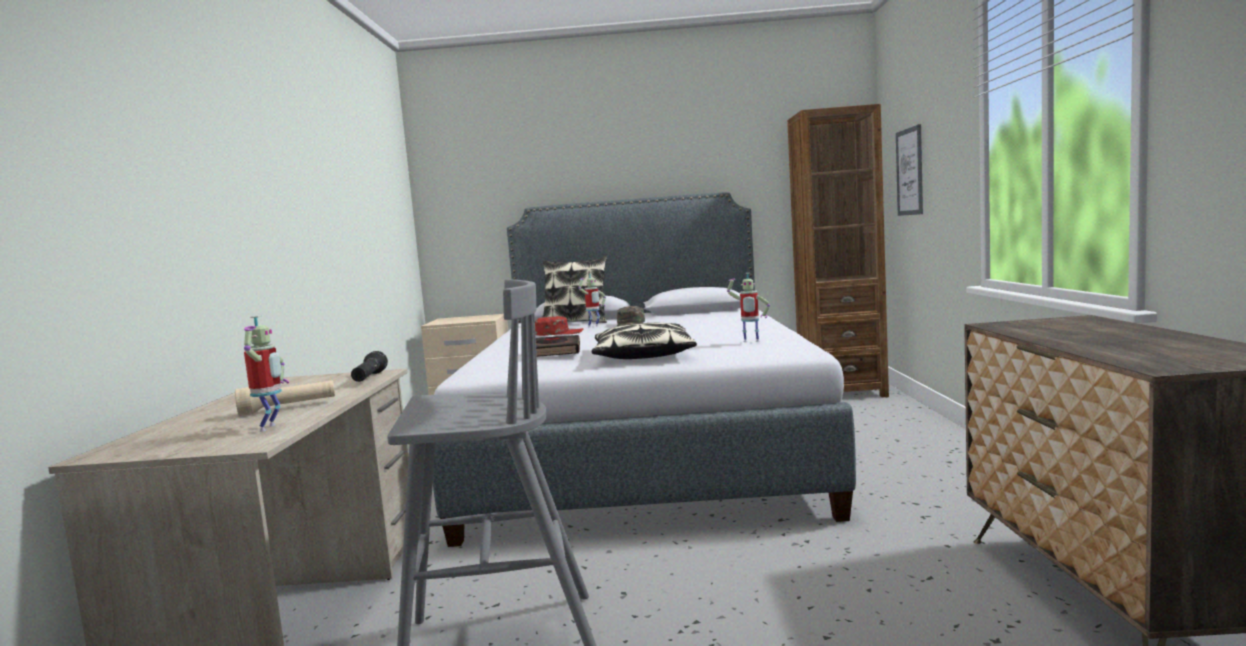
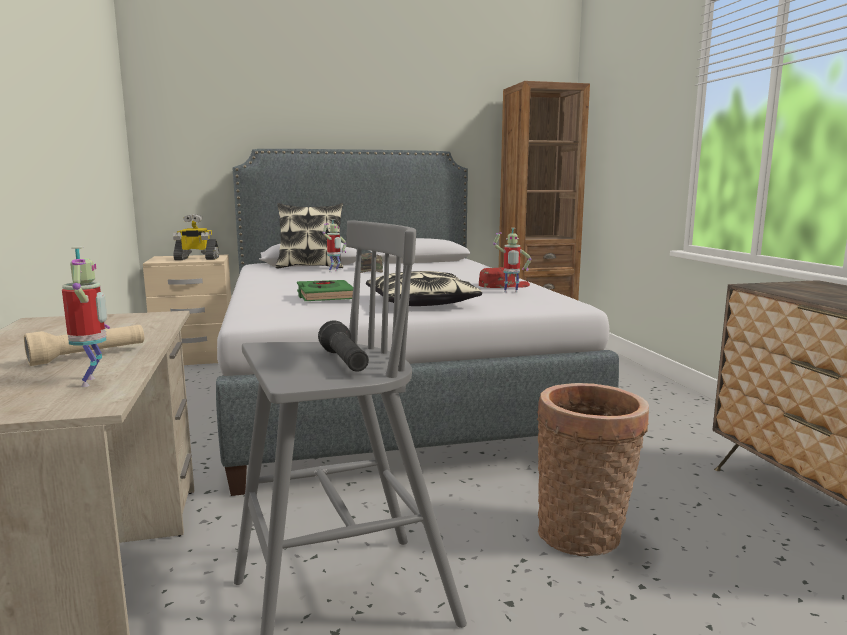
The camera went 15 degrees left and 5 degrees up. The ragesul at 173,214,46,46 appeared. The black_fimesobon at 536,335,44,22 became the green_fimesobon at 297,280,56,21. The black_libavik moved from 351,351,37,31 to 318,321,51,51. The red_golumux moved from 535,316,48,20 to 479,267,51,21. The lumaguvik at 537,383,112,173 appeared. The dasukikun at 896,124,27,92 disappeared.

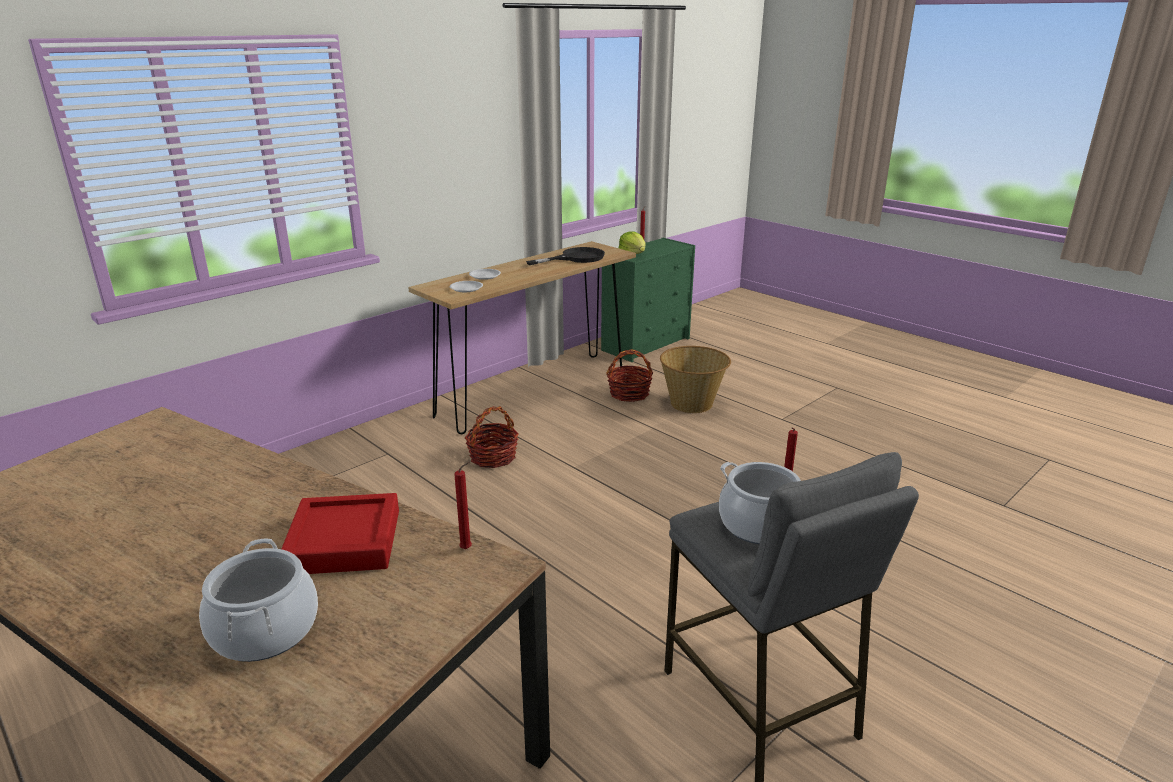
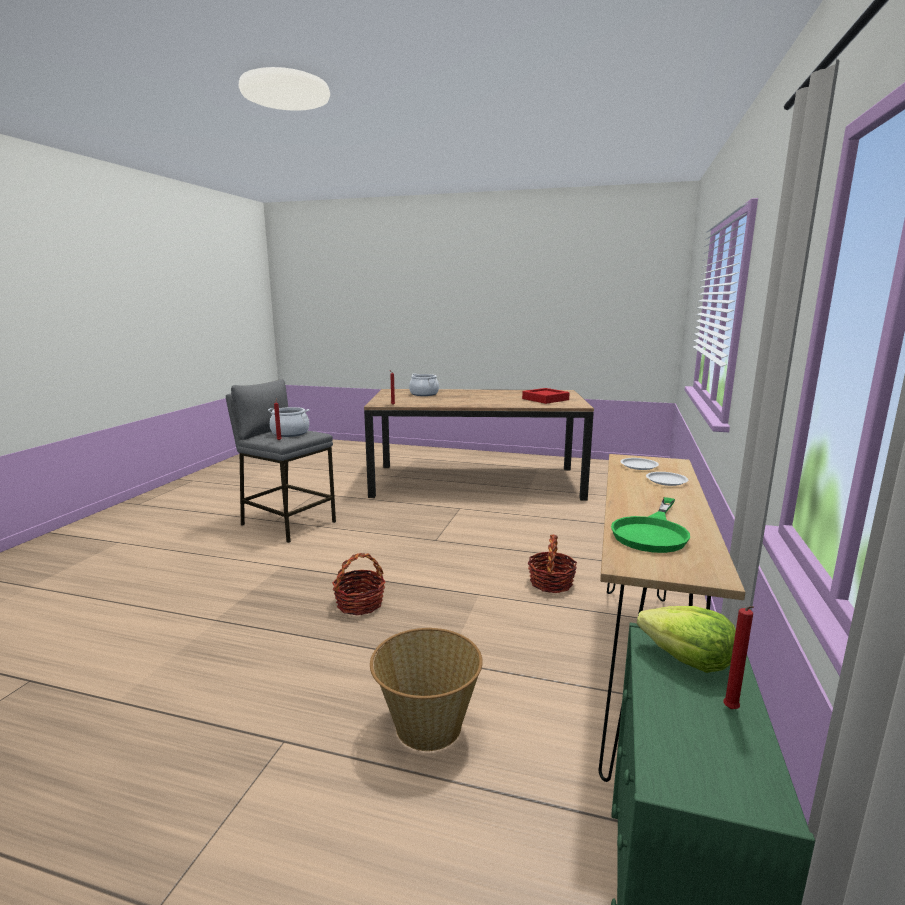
The camera went 150 degrees right and 10 degrees down. The lumaguvik moved from 606,349,47,53 to 332,553,54,62. The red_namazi moved from 281,493,118,81 to 522,388,48,16. The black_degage at 526,247,79,18 became the green_degage at 611,497,79,56.

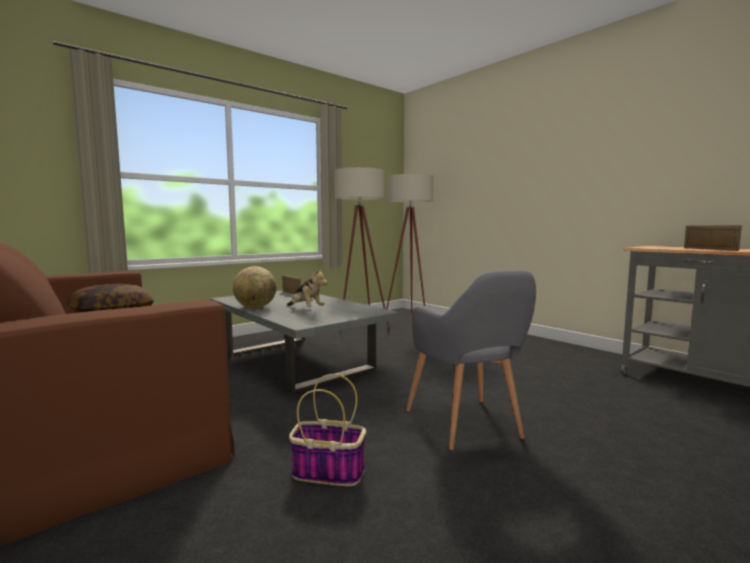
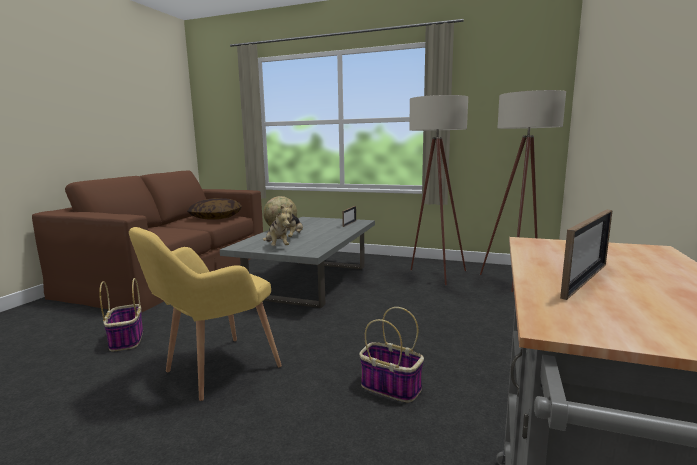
The camera went 60 degrees right and 5 degrees up. The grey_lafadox at 406,270,130,181 became the yellow_lafadox at 129,227,153,174. The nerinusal at 263,210,27,36 appeared. The lumaguvik at 359,307,65,95 appeared.

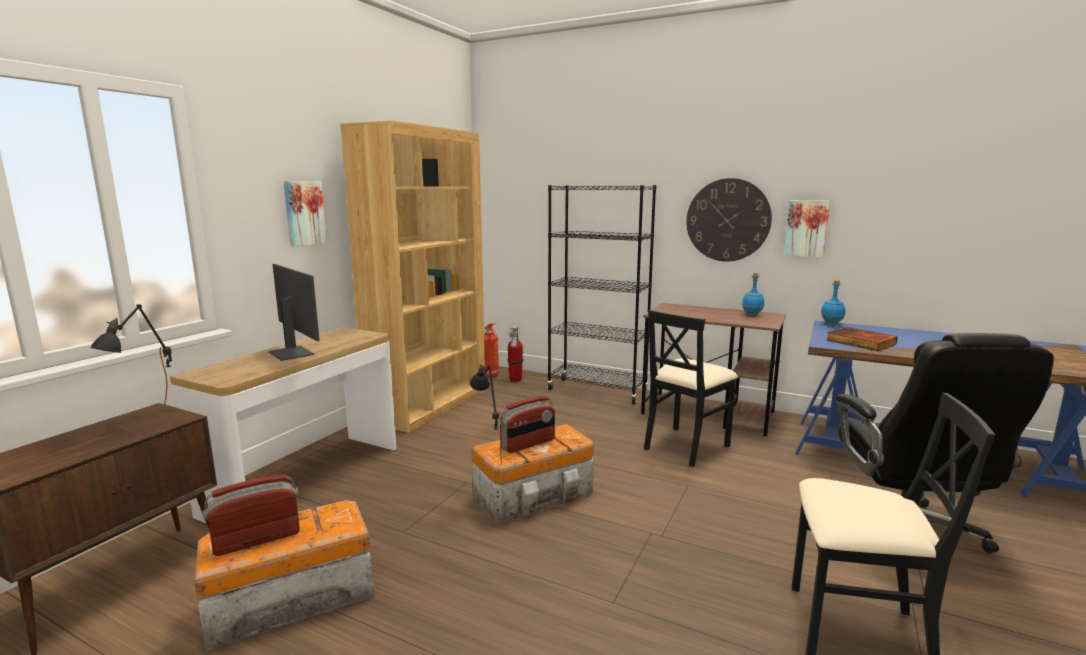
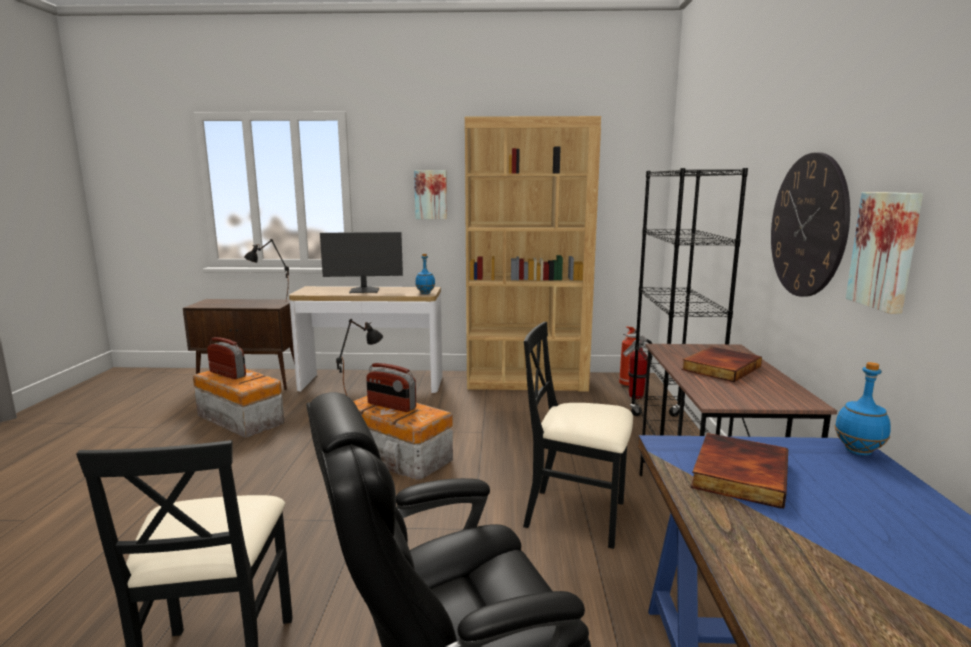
The camera went 65 degrees right and 0 degrees up. The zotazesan at 268,264,52,97 turned 60 degrees clockwise. The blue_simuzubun moved from 742,273,22,43 to 415,254,20,40. The fimesobon at 681,346,81,36 appeared.

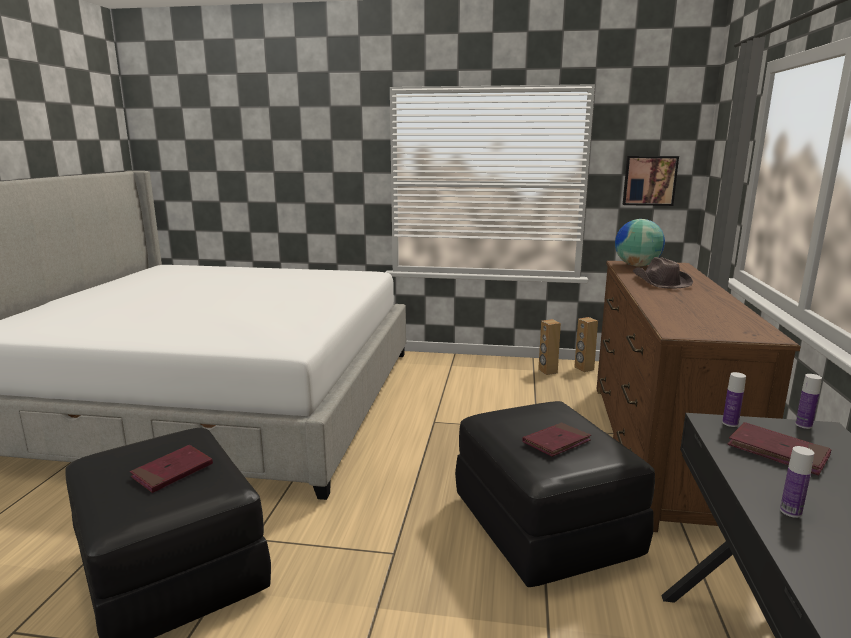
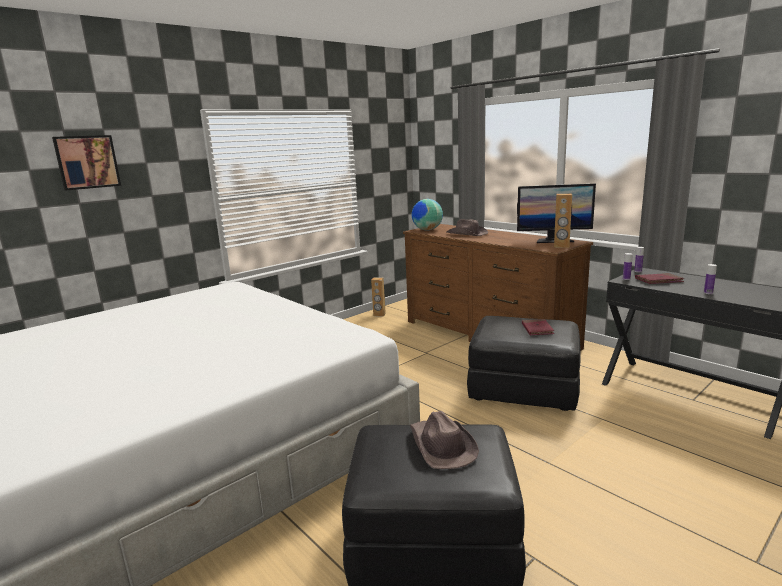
The camera went 50 degrees left and 0 degrees up. The dasukikun moved from 623,156,56,50 to 52,135,69,55. The red_fimesobon at 130,445,83,48 was replaced by the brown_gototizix at 410,411,69,58. The zotazesan at 517,184,79,59 appeared. The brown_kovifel moved from 538,319,23,56 to 554,193,18,55.

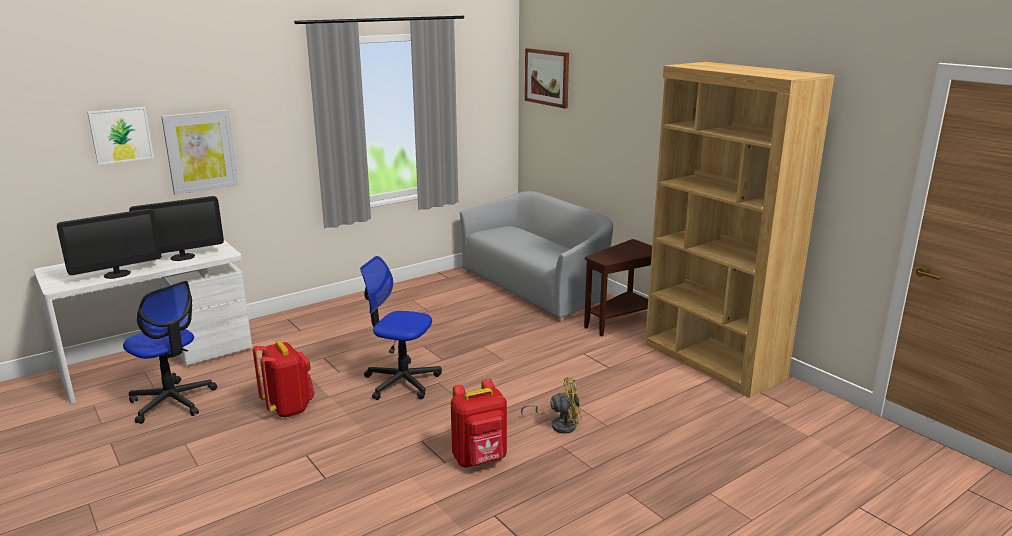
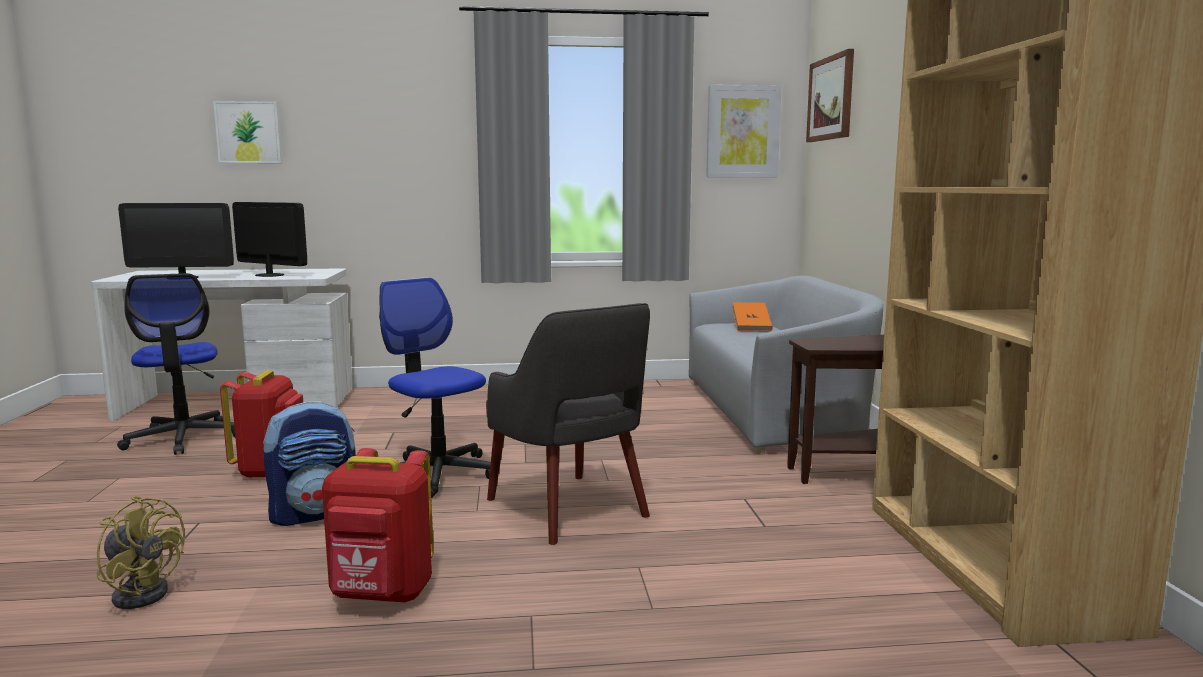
The camera went 30 degrees right and 10 degrees down. The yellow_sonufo moved from 521,377,61,57 to 97,496,88,113. The zotazesan at 129,196,95,65 turned 150 degrees counterclockwise. The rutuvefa at 263,401,93,125 appeared. The grey_lafadox at 486,303,164,242 appeared. The dasukikun moved from 161,110,77,85 to 706,85,75,92. The orange_fimesobon at 732,302,41,30 appeared.

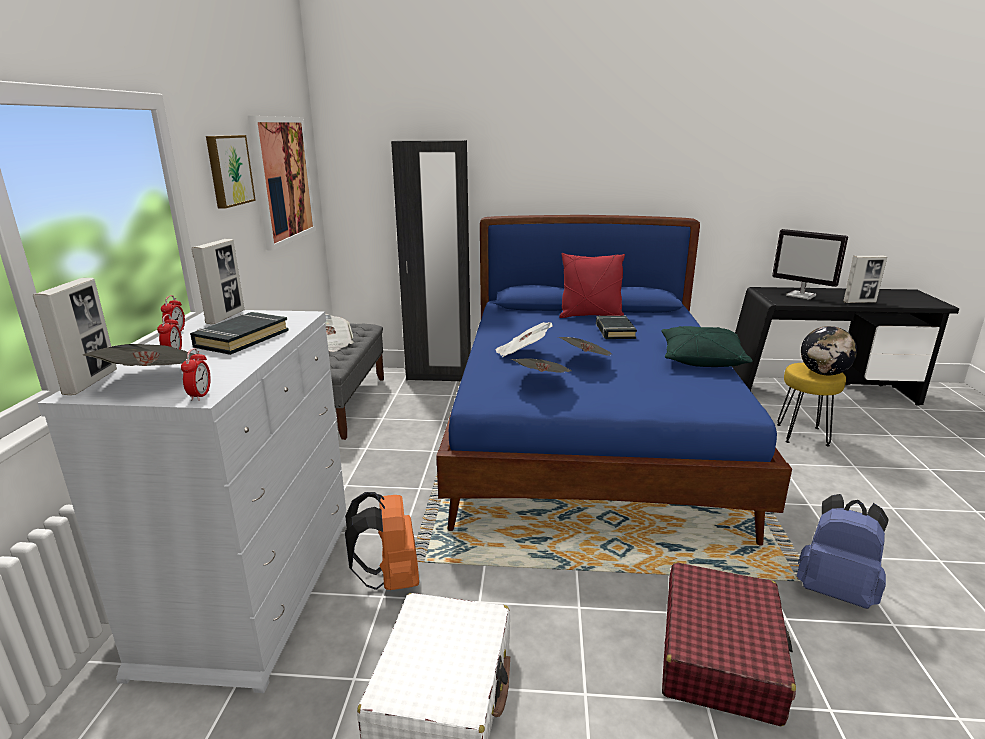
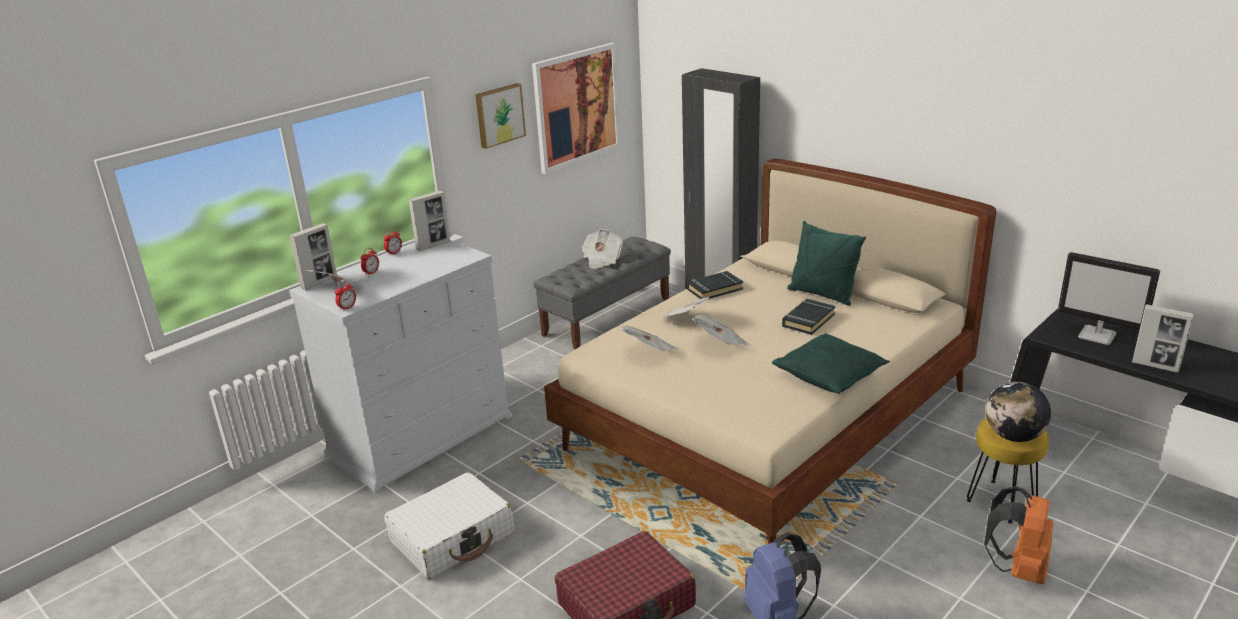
The camera went 40 degrees right and 5 degrees up. The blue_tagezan at 436,215,356,330 became the beige_tagezan at 544,158,452,386. The black_fimesobon moved from 190,312,99,43 to 687,271,56,28. The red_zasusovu at 559,253,66,65 became the green_zasusovu at 787,221,79,85. The orange_rutuvefa moved from 345,492,74,98 to 984,486,70,98. The zotazesan at 772,229,76,70 turned 45 degrees counterclockwise.

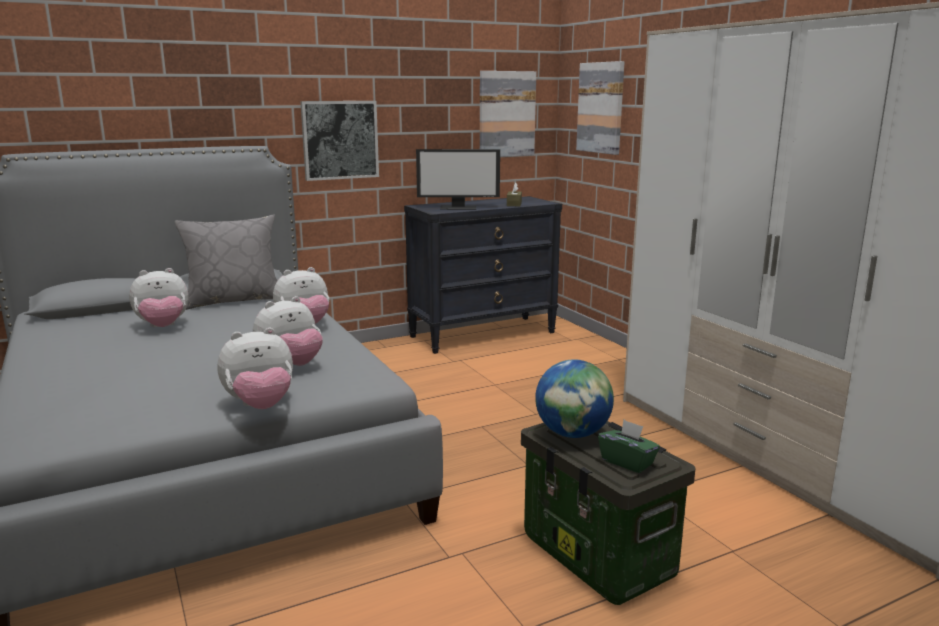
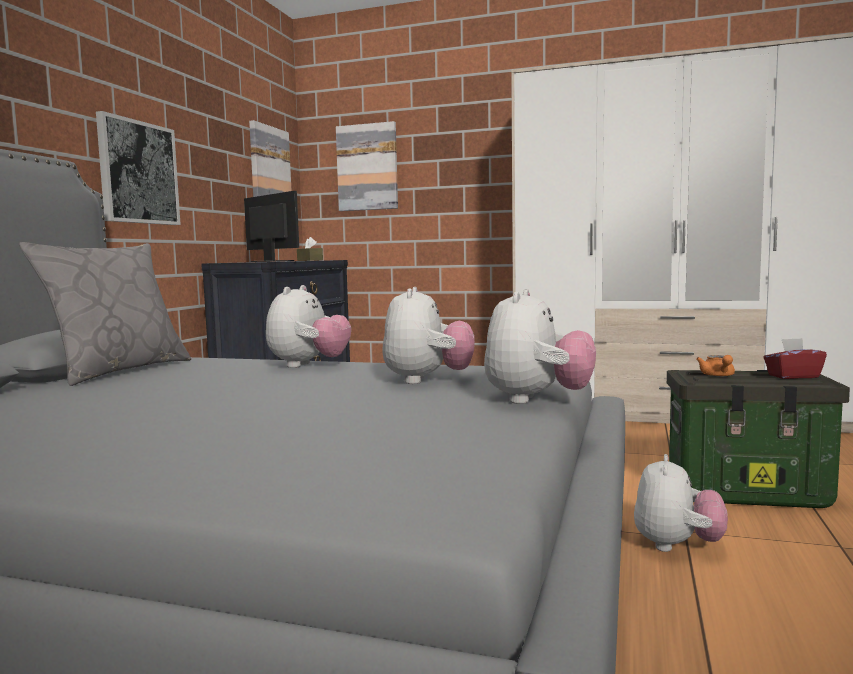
The camera went 45 degrees left and 10 degrees down. The zotazesan at 416,149,84,61 turned 90 degrees counterclockwise. The nerinusal moved from 129,268,59,59 to 634,454,94,98. The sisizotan at 535,359,79,79 was replaced by the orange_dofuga at 696,355,39,22. The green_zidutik at 598,420,62,53 became the red_zidutik at 763,338,64,41.

